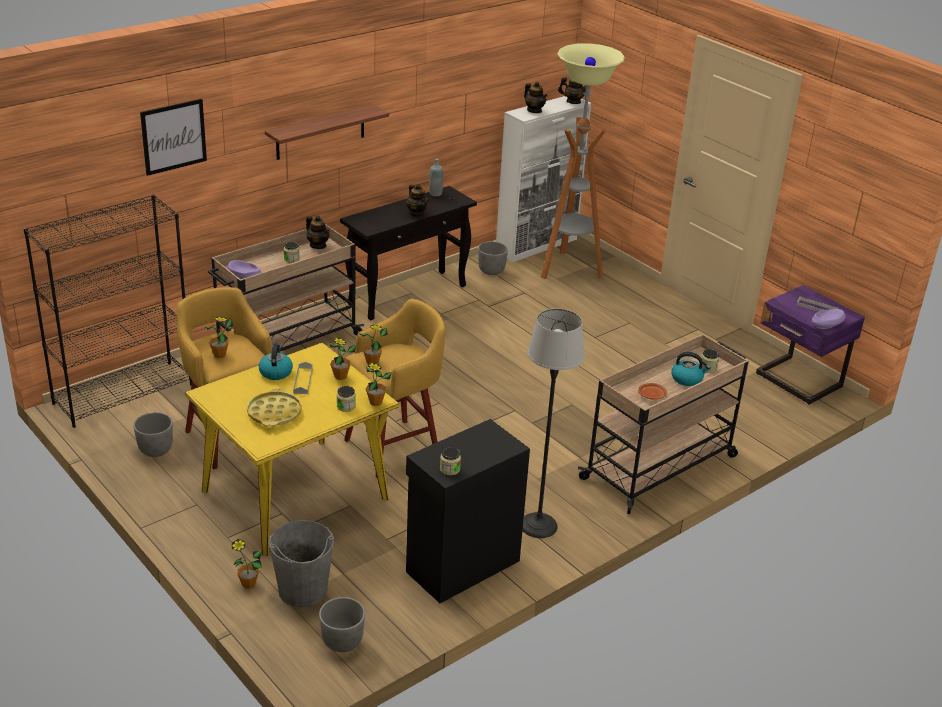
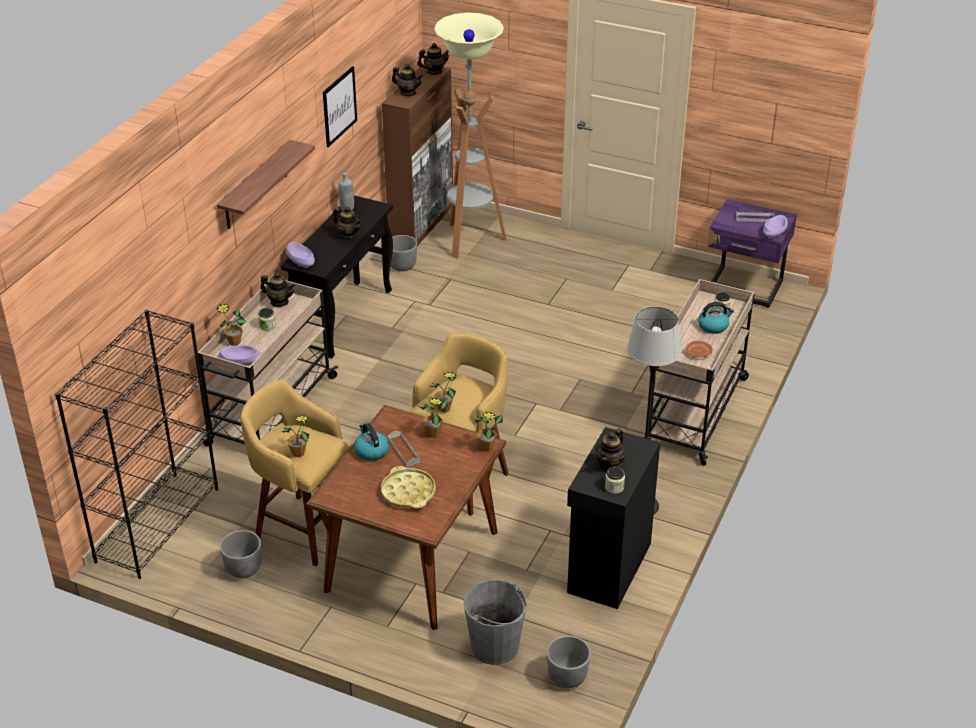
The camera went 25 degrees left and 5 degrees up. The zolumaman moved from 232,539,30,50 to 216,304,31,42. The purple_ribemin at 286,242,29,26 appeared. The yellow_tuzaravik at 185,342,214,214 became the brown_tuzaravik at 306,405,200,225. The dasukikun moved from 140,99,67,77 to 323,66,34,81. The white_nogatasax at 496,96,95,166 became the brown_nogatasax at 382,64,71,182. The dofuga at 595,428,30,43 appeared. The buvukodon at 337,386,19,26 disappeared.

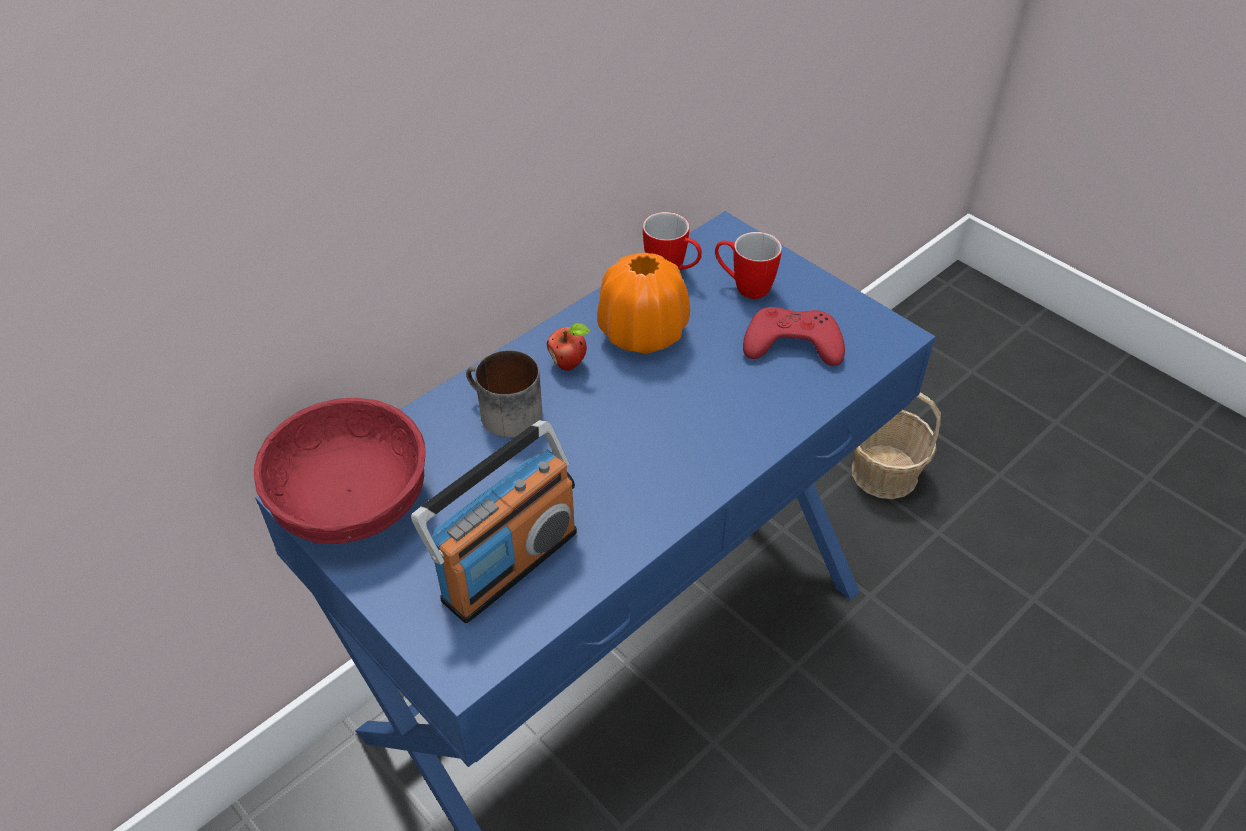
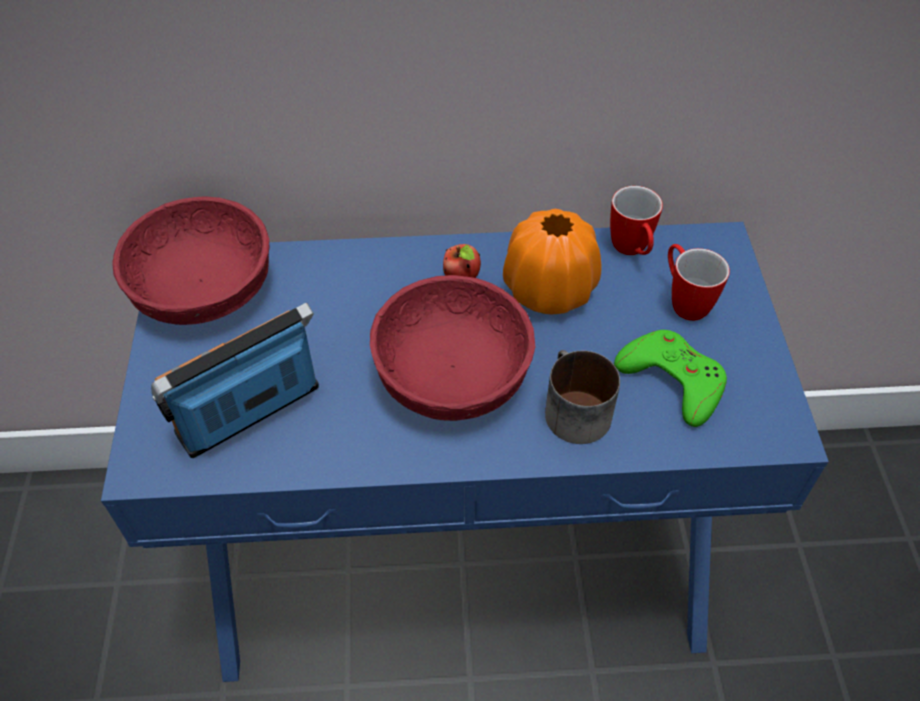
The camera went 40 degrees right and 5 degrees up. The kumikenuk at 411,420,166,203 turned 150 degrees clockwise. The red_ribemin at 370,275,165,146 appeared. The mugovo moved from 466,350,77,88 to 545,350,75,94. The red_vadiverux at 743,307,102,59 became the green_vadiverux at 614,330,113,97. The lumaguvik at 852,393,89,106 disappeared.

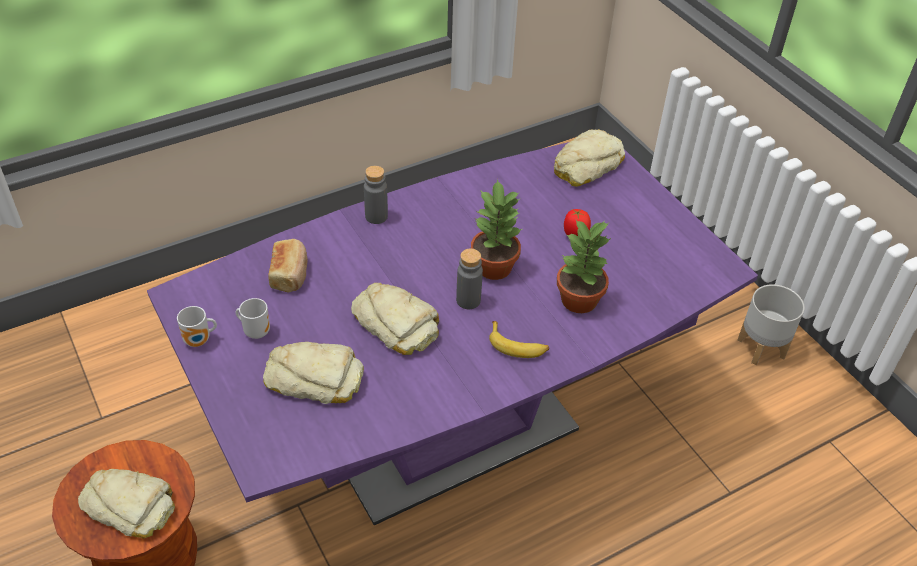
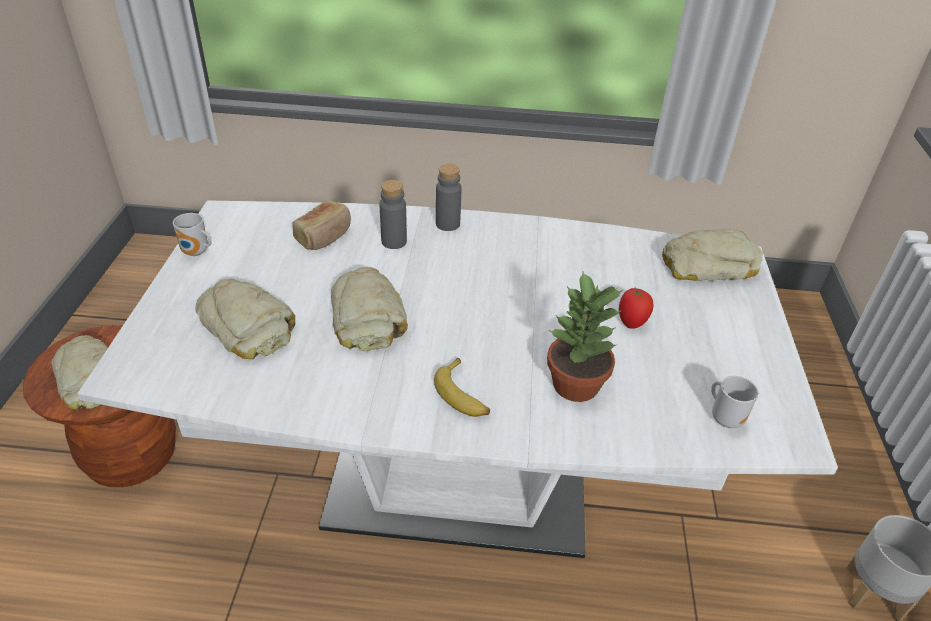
The camera went 35 degrees right and 5 degrees down. The purple_tuzaravik at 147,142,611,383 became the white_tuzaravik at 78,200,760,358. The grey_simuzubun moved from 456,249,27,60 to 380,180,27,69. The mugovo moved from 236,298,34,41 to 711,376,47,52. The zolumaman at 471,179,51,101 disappeared.

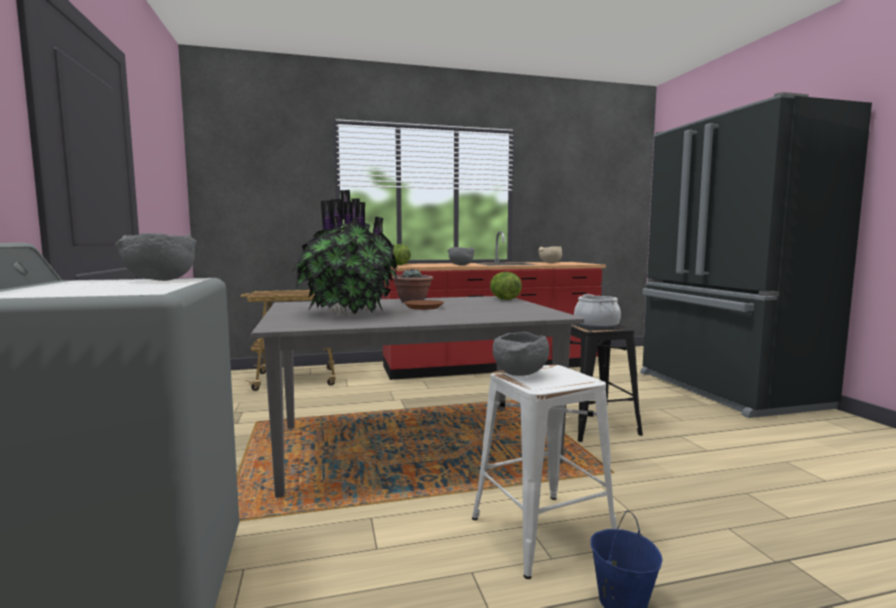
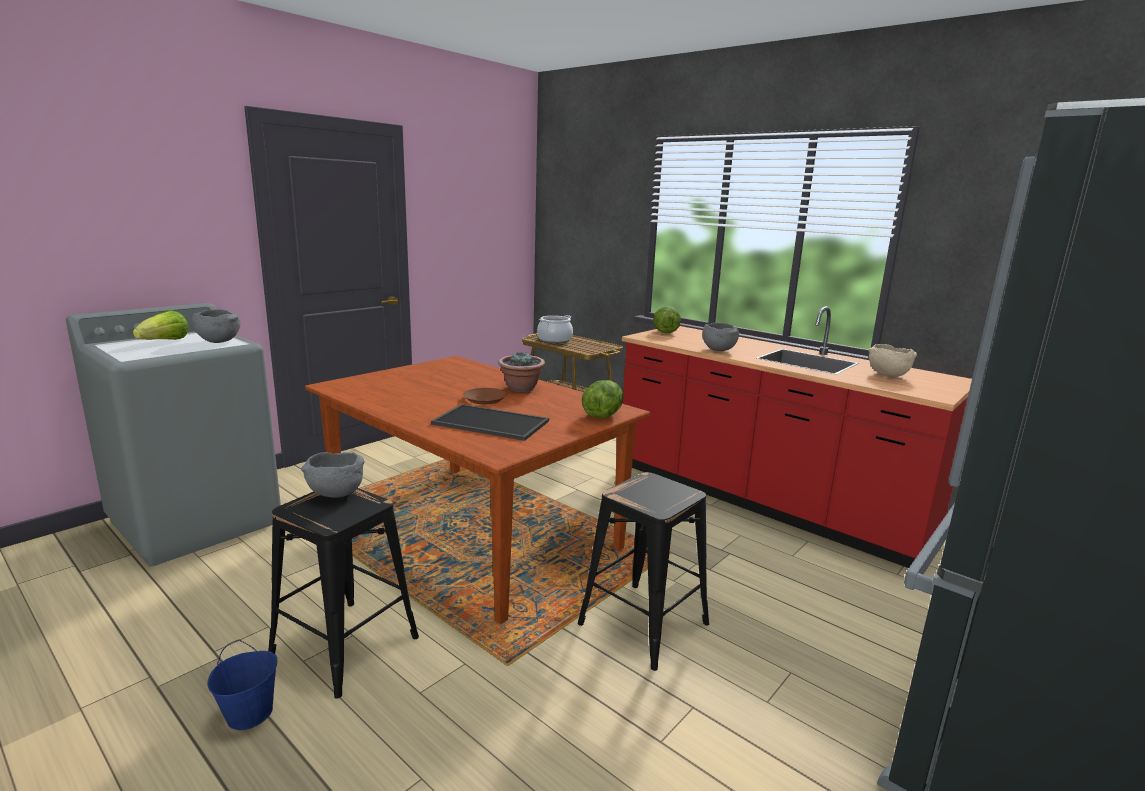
The camera went 55 degrees right and 10 degrees up. The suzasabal at 133,310,55,30 appeared. The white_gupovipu at 472,365,145,214 became the black_gupovipu at 268,488,151,211. The grey_tuzaravik at 251,296,333,202 became the brown_tuzaravik at 305,356,345,268. The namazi at 431,404,118,37 appeared. The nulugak moved from 574,294,47,34 to 537,315,36,28. The zolumaman at 291,190,106,125 disappeared.

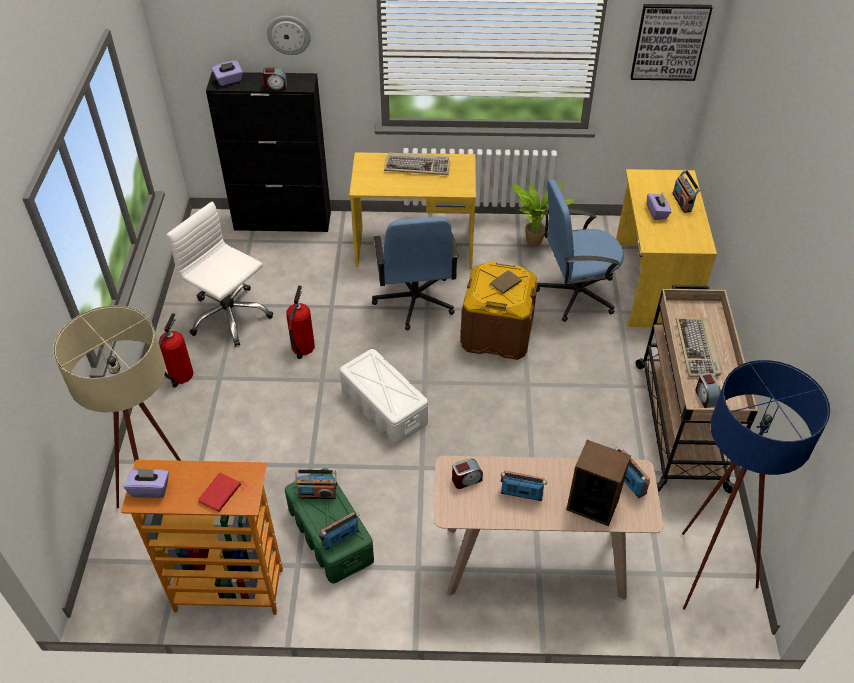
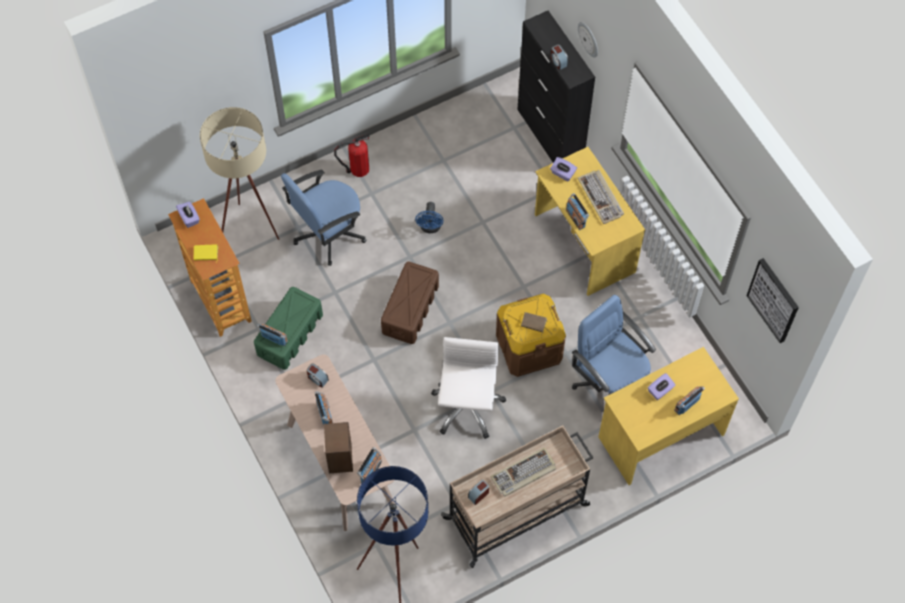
The camera went 60 degrees right and 15 degrees up. The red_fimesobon at 198,472,49,40 became the yellow_fimesobon at 194,244,24,20. The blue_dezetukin moved from 372,217,87,113 to 281,170,85,96. The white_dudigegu at 340,349,88,96 became the brown_dudigegu at 381,262,58,82. The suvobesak at 286,286,29,73 was replaced by the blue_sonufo at 415,202,28,31. The white_dezetukin moved from 166,201,107,146 to 431,337,75,102. The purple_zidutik moved from 211,61,32,25 to 550,157,27,24. The kumikenuk moved from 295,470,42,29 to 566,193,23,37. The zolumaman at 512,182,63,65 disappeared.

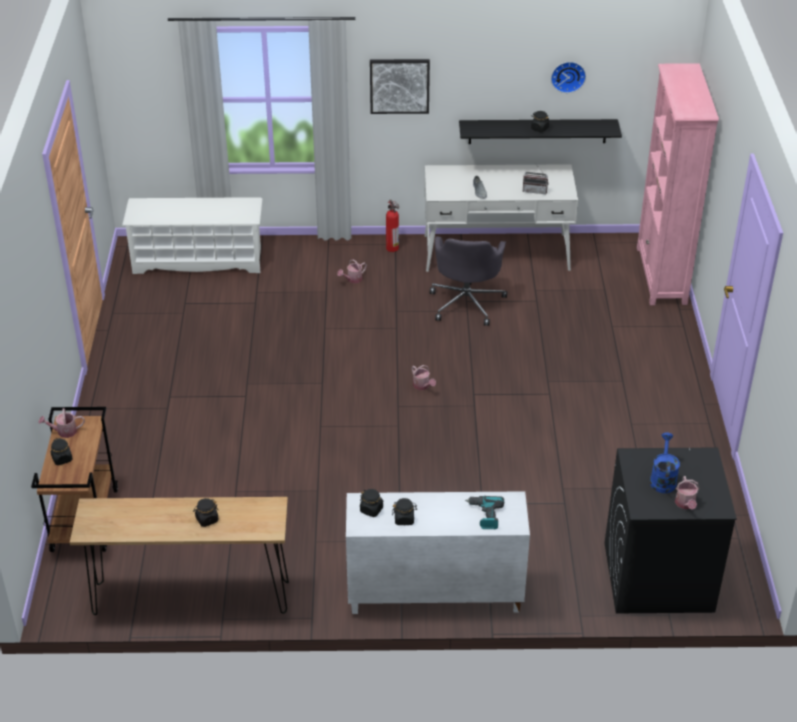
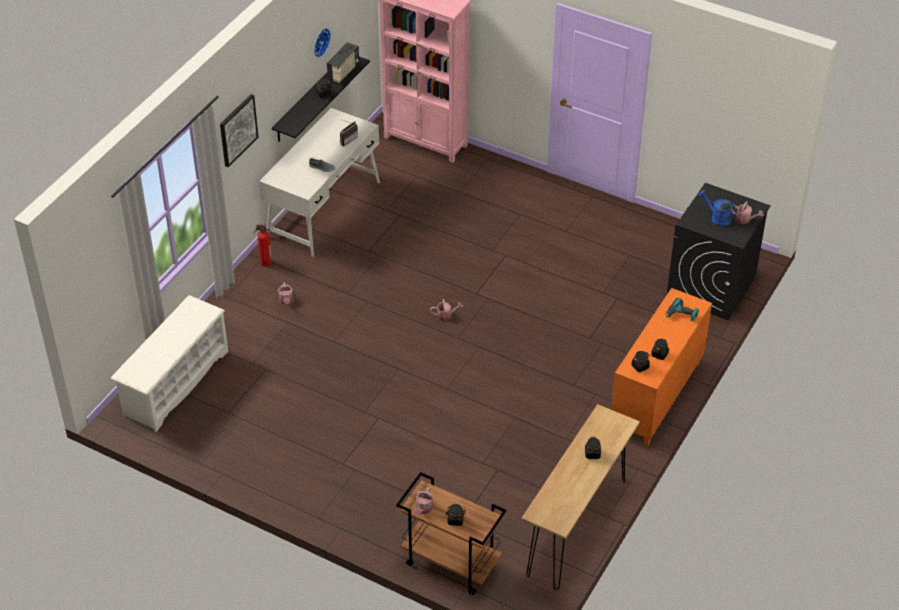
The camera went 60 degrees left and 5 degrees up. The kumikenuk at 327,42,32,42 appeared. The white_nogatasax at 346,491,184,123 became the orange_nogatasax at 611,288,101,159. The grey_dezetukin at 430,236,77,90 disappeared.

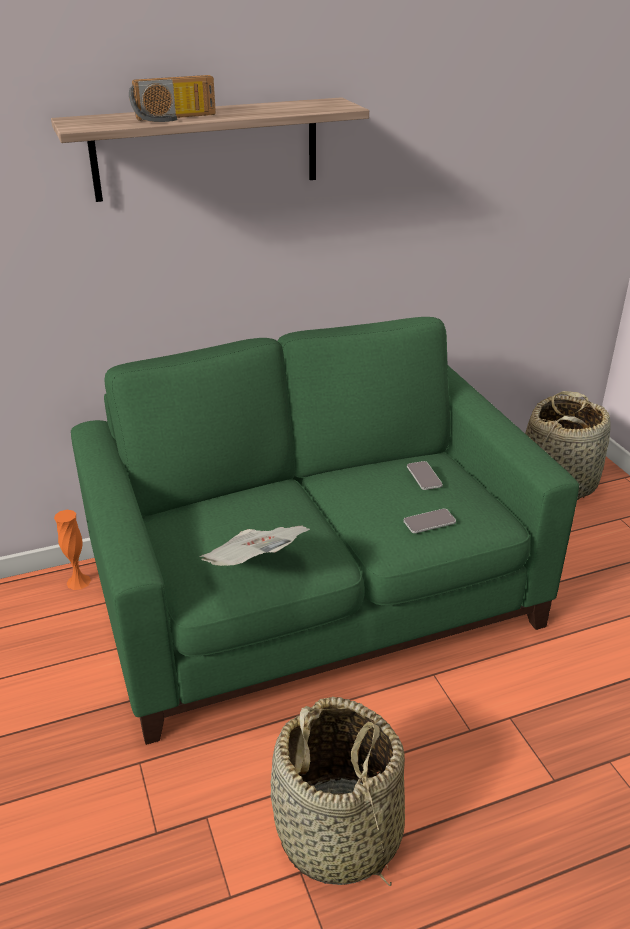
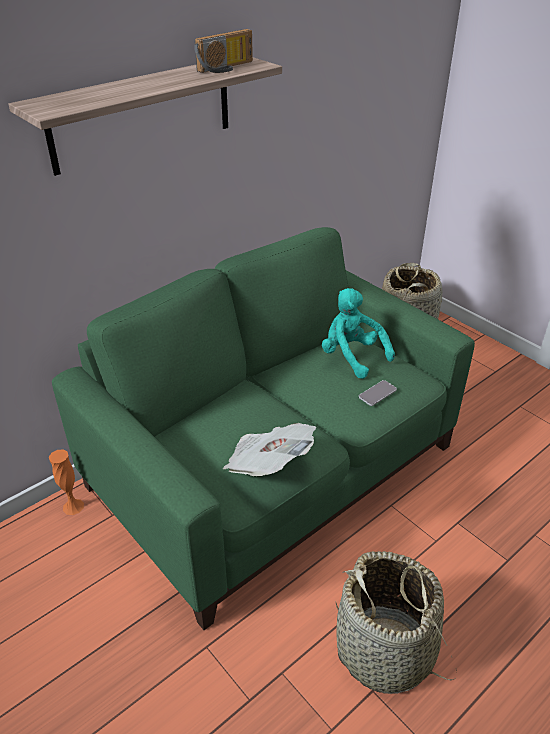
The camera went 20 degrees left and 5 degrees up. The kumikenuk moved from 129,75,87,47 to 194,29,59,44. The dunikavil at 407,461,36,29 was replaced by the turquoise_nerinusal at 322,288,73,91.

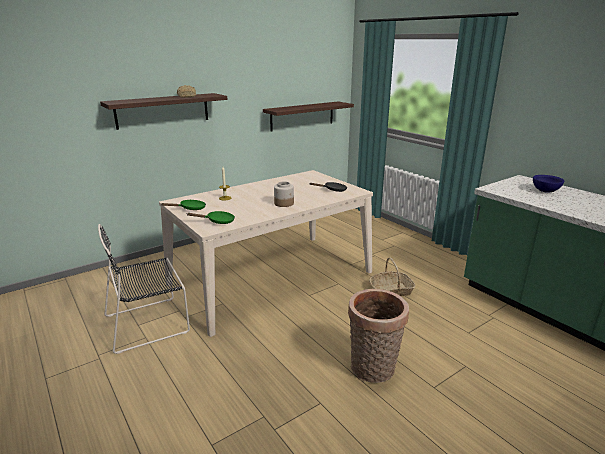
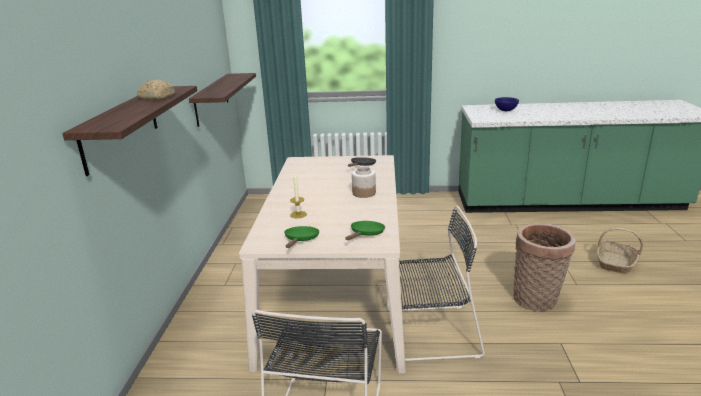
The camera went 50 degrees left and 0 degrees up. The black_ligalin at 387,206,98,155 appeared. The lumaguvik moved from 369,257,47,39 to 597,228,46,46.

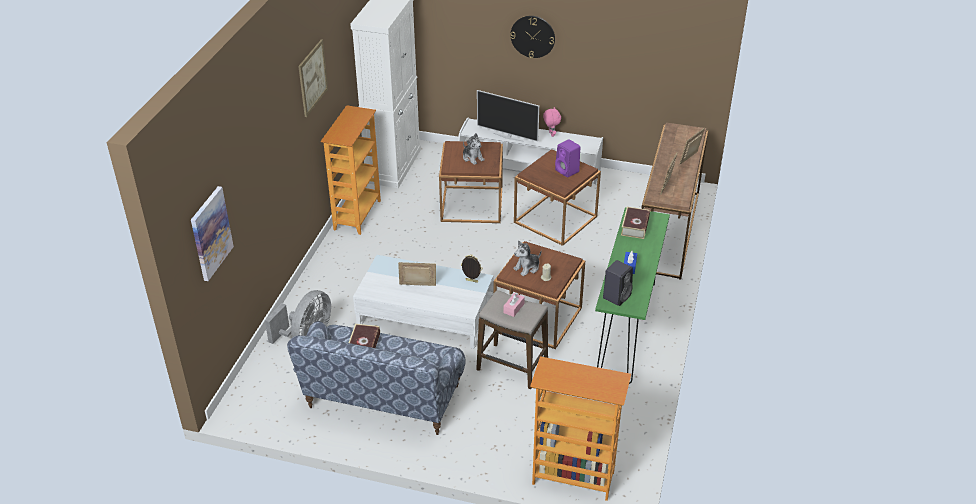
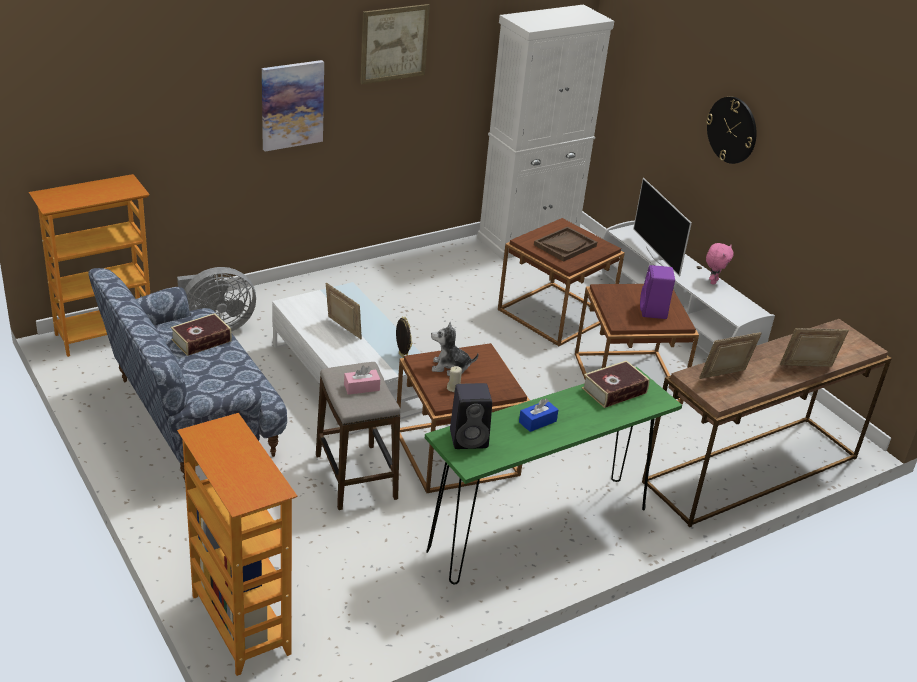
The camera went 40 degrees right and 5 degrees down. The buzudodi moved from 321,105,60,130 to 29,174,121,183. The dasukikun moved from 191,186,43,95 to 262,60,62,91. The nerinusal at 463,133,21,32 was replaced by the brown_namazi at 534,227,63,35.

